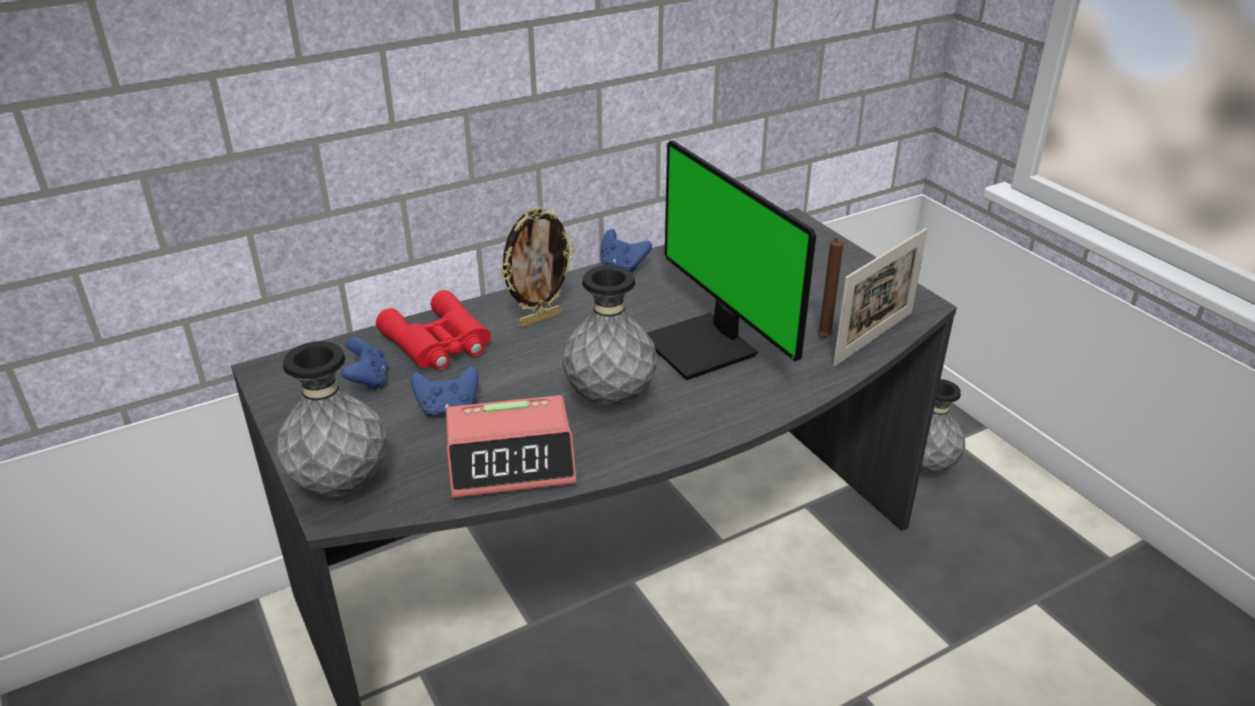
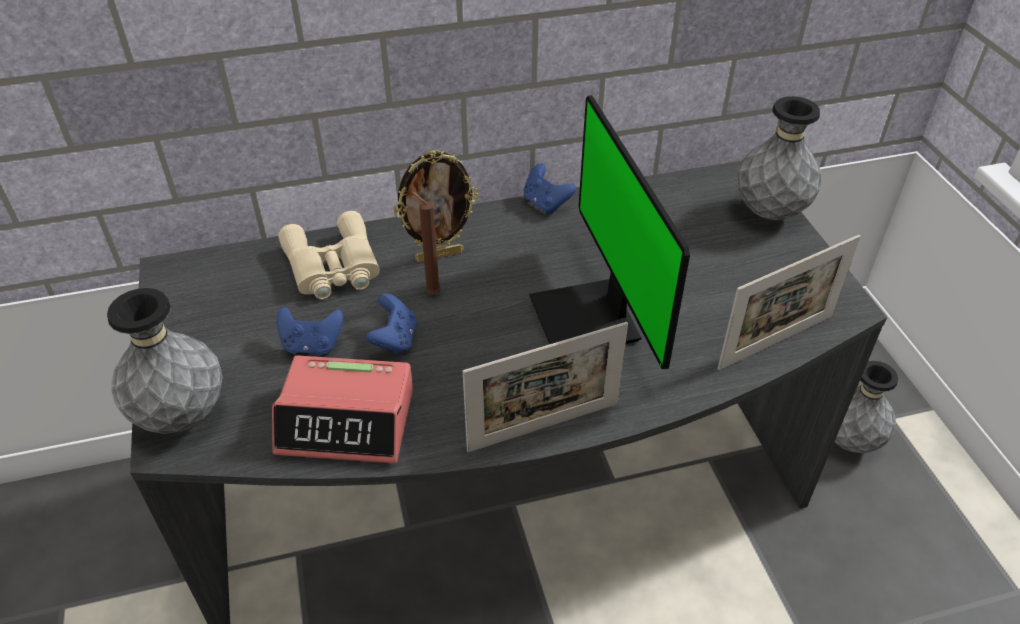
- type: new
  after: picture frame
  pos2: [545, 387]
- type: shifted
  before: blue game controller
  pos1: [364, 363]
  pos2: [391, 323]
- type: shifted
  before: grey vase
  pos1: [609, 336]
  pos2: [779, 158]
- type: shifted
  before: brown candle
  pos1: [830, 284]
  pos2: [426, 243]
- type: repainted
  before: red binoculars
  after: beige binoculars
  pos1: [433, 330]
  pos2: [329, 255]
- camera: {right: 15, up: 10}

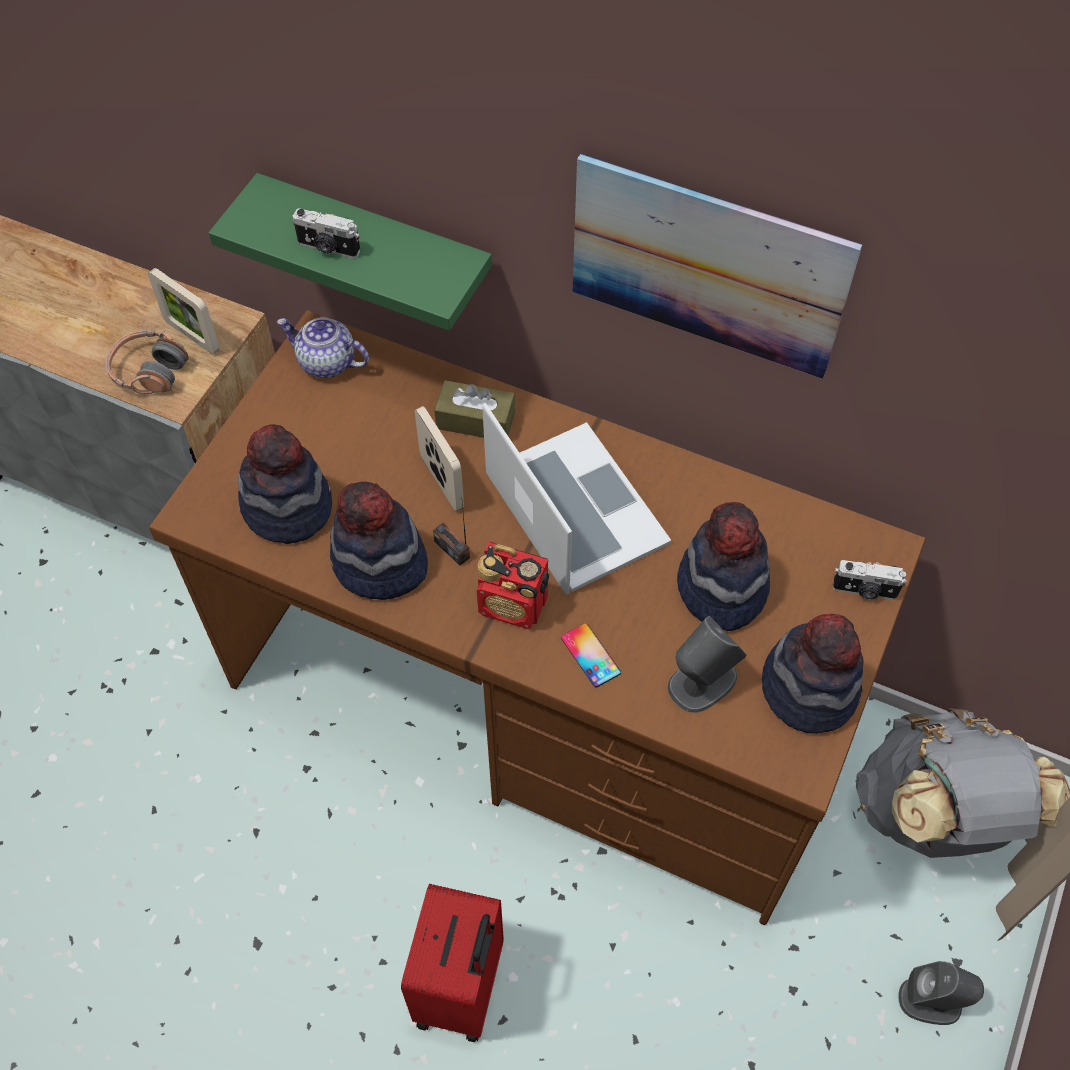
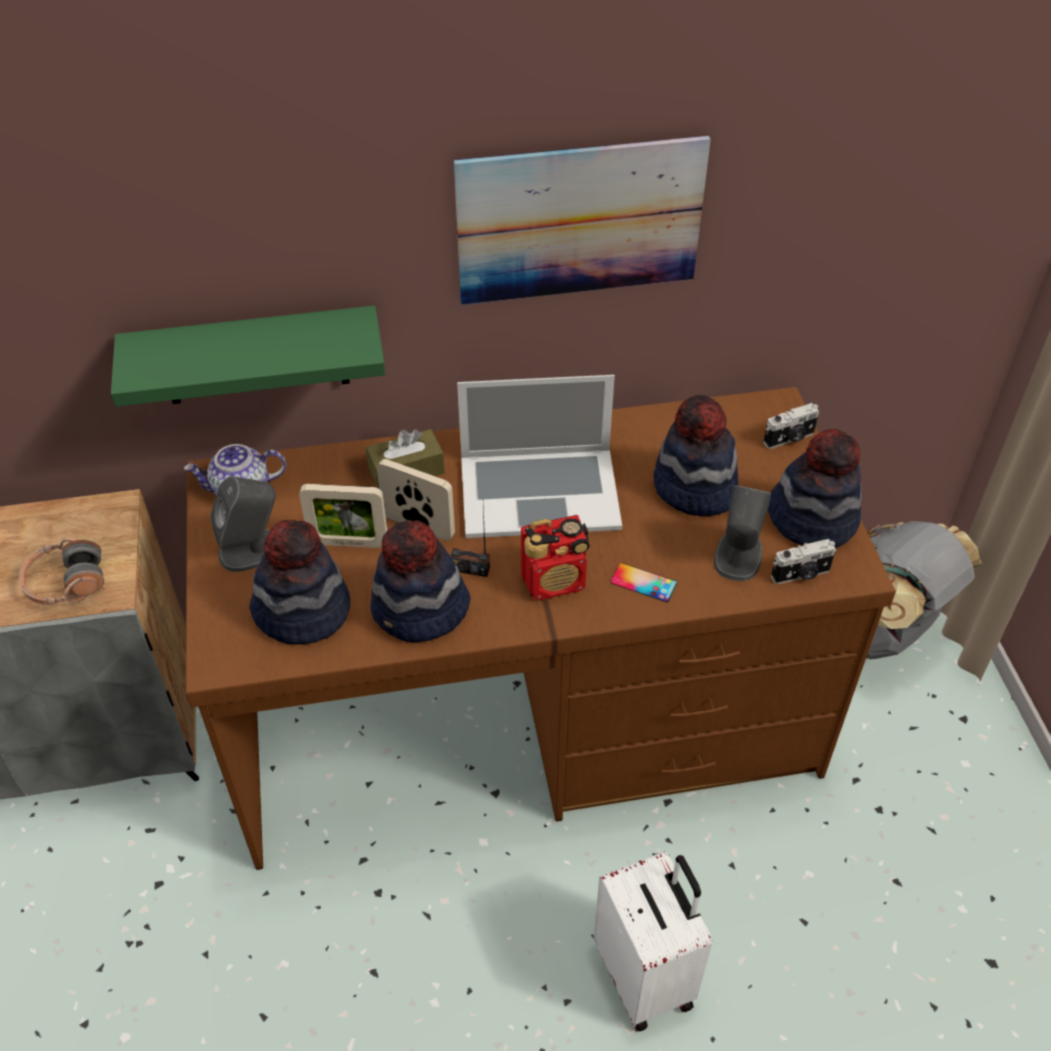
- type: shifted
  before: picture frame
  pos1: [184, 311]
  pos2: [343, 516]
- type: shifted
  before: photo camera
  pos1: [327, 233]
  pos2: [803, 561]
- type: shifted
  before: grey speaker
  pos1: [941, 993]
  pos2: [243, 524]
- type: repainted
  before: red suitcase
  after: white suitcase
  pos1: [452, 963]
  pos2: [653, 941]
- type: rotated
  before: laptop
  pos1: [576, 498]
  pos2: [539, 456]
  turn: 150
- camera: {right: -35, up: -10}

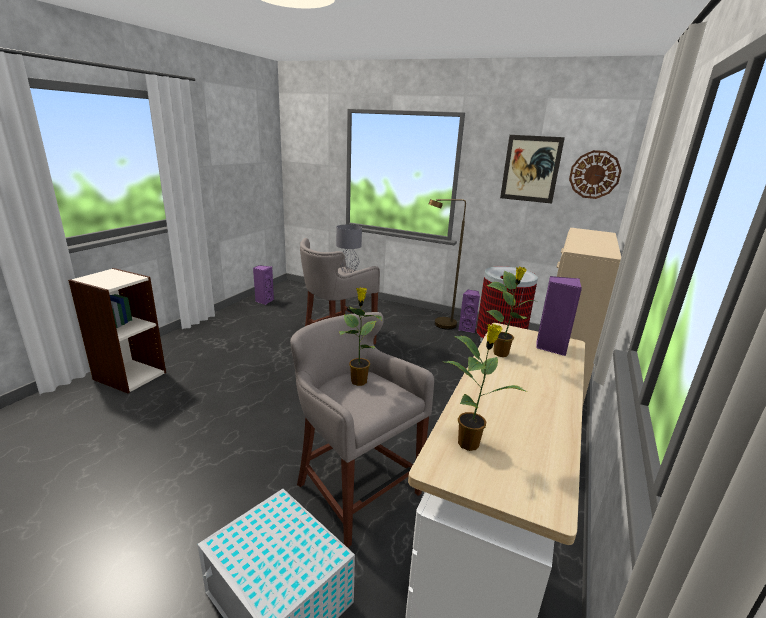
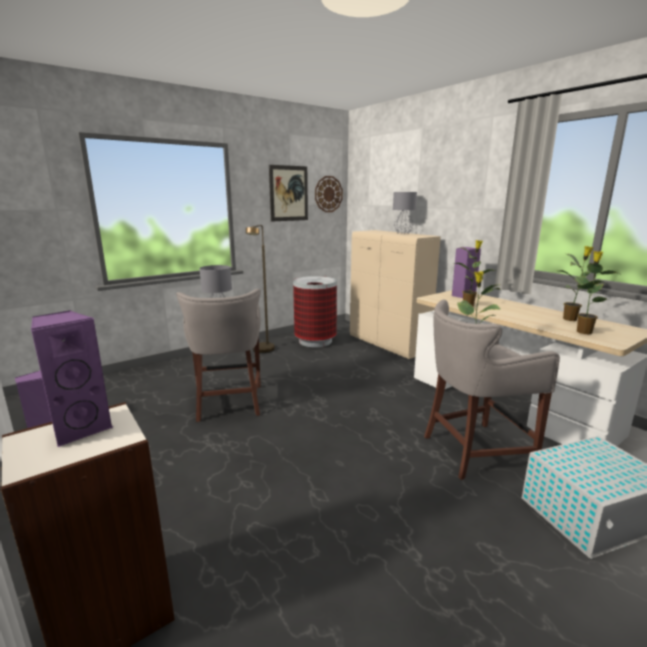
- type: new
  after: grey table lamp
  pos2: [405, 213]
- type: new
  after: potted plant
  pos2: [583, 283]
- type: shifted
  before: purple speaker
  pos1: [469, 311]
  pos2: [72, 379]
- camera: {right: -60, up: -5}

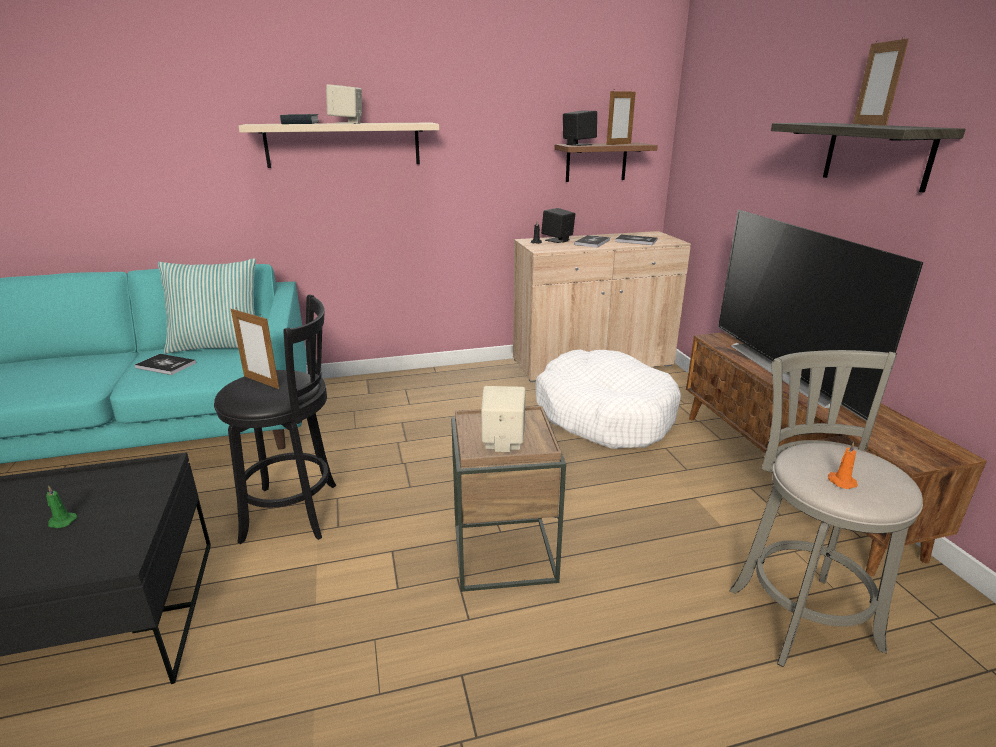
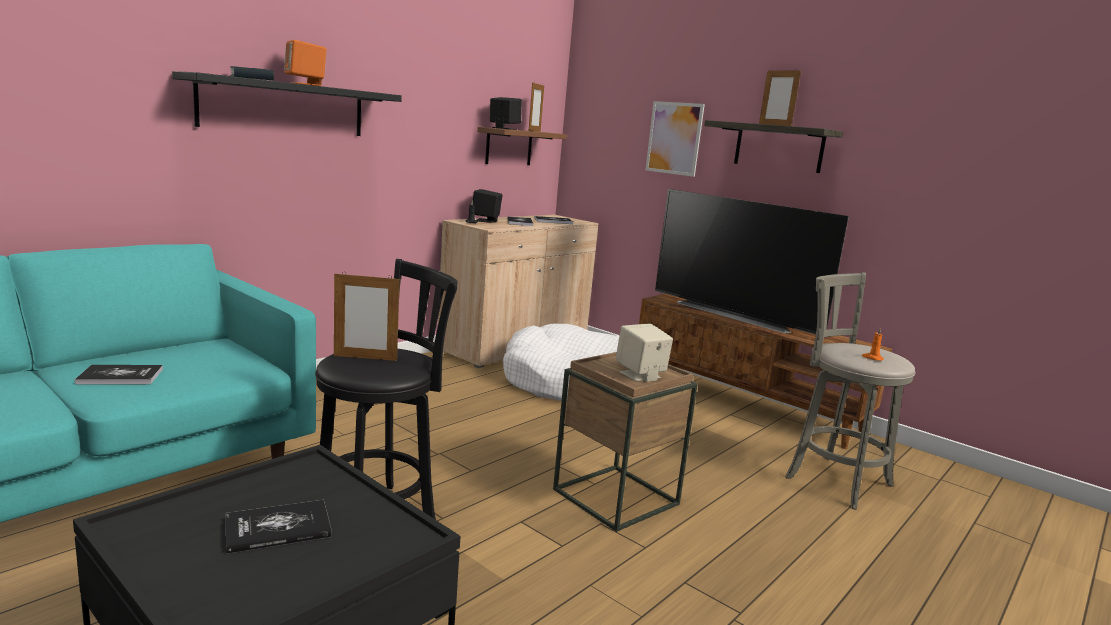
- type: gone
  before: pillow
  pos1: [207, 306]
- type: new
  after: picture
  pos2: [675, 139]
- type: swapped
  before: green candle
  after: book
  pos1: [61, 506]
  pos2: [279, 527]
- type: repainted
  before: beige shelf
  after: black shelf
  pos1: [339, 145]
  pos2: [287, 103]
- type: repainted
  before: beige speaker
  after: orange speaker
  pos1: [344, 104]
  pos2: [305, 63]
- camera: {right: -35, up: -10}

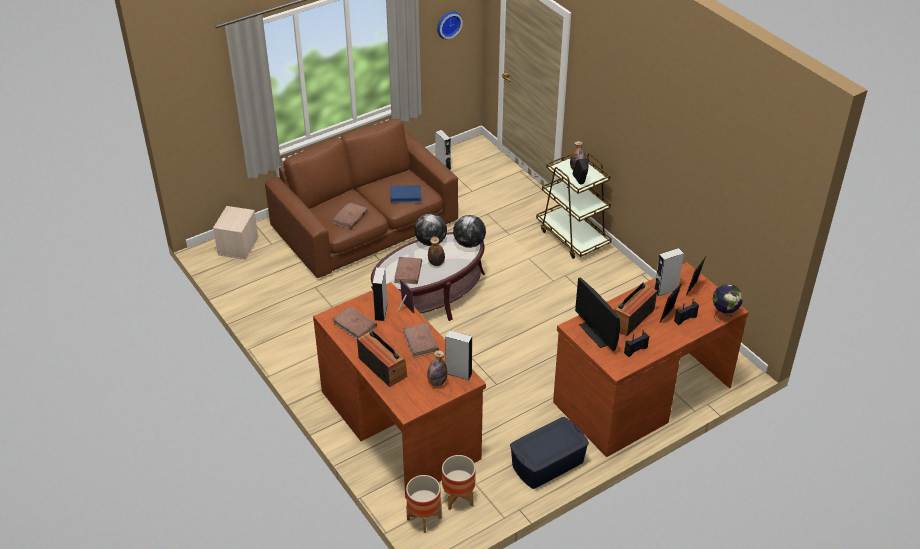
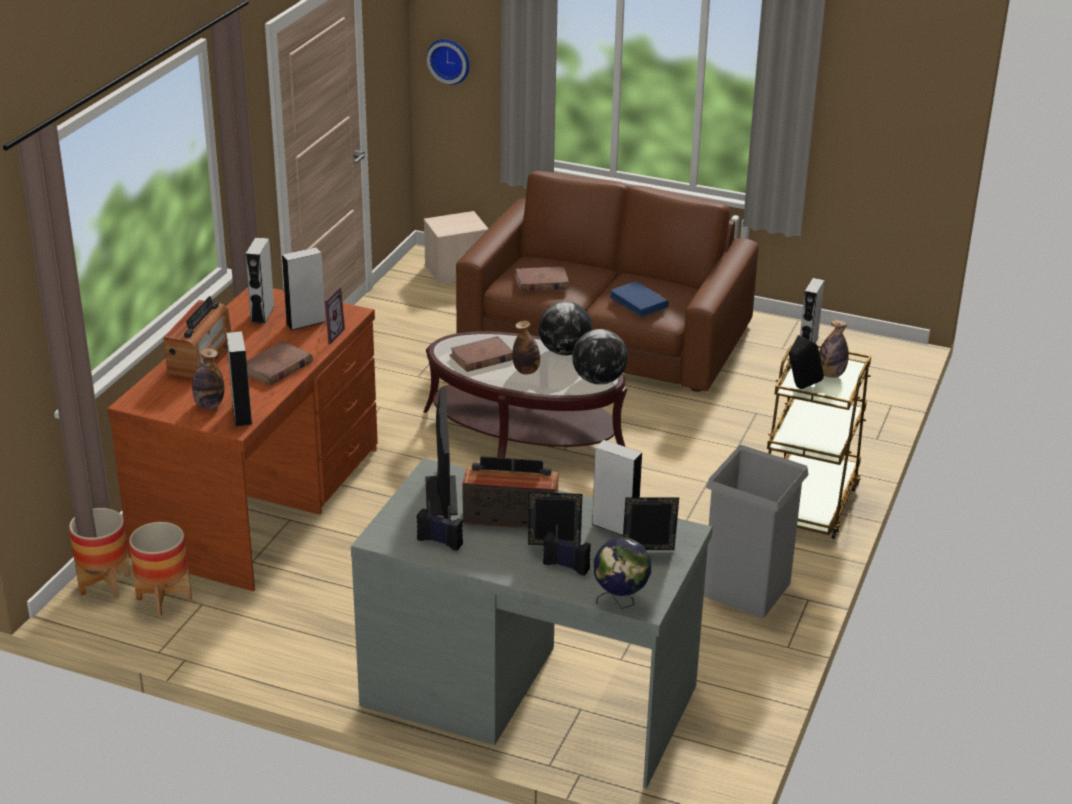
- type: gone
  before: blue storage box
  pos1: [549, 453]
- type: new
  after: grey trash can
  pos2: [756, 531]
- type: shifted
  before: wall clock
  pos1: [450, 25]
  pos2: [448, 62]
- type: swapped
  before: brown book
  after: grey speaker
  pos1: [355, 322]
  pos2: [260, 280]
- type: repainted
  before: brown desk
  after: grey desk
  pos1: [651, 359]
  pos2: [532, 623]
- type: rotated
  before: monitor
  pos1: [597, 314]
  pos2: [441, 453]
  turn: 150
- camera: {right: 55, up: -10}

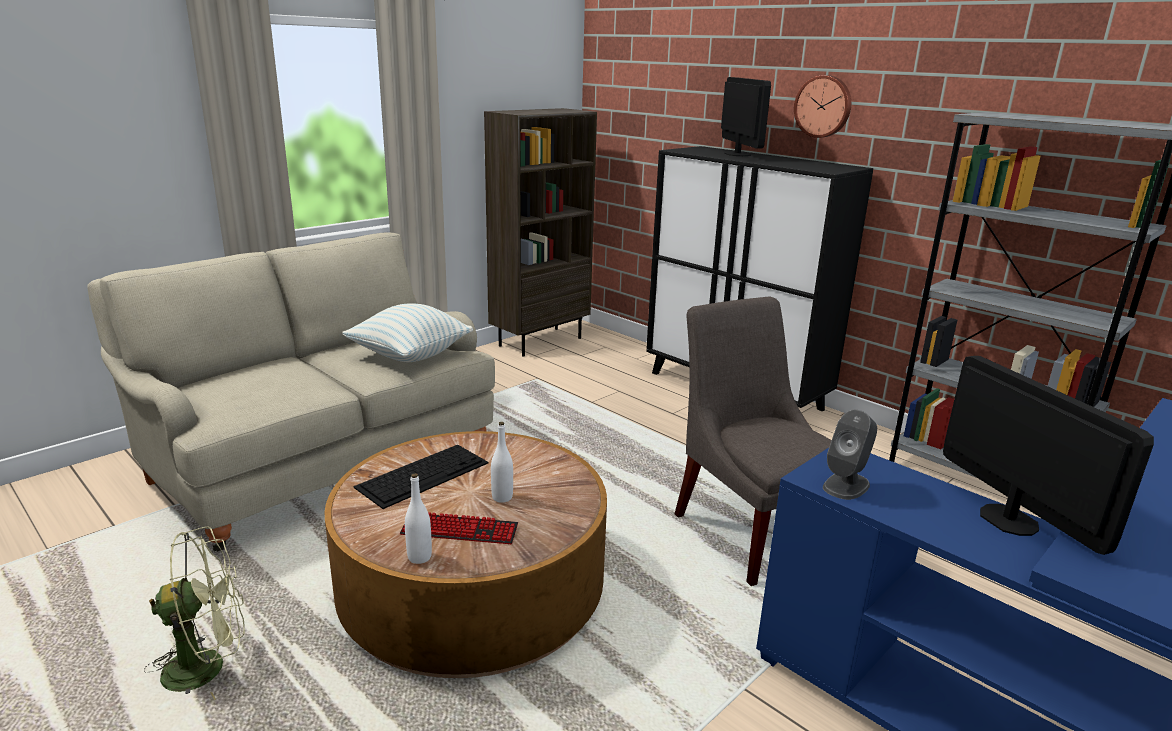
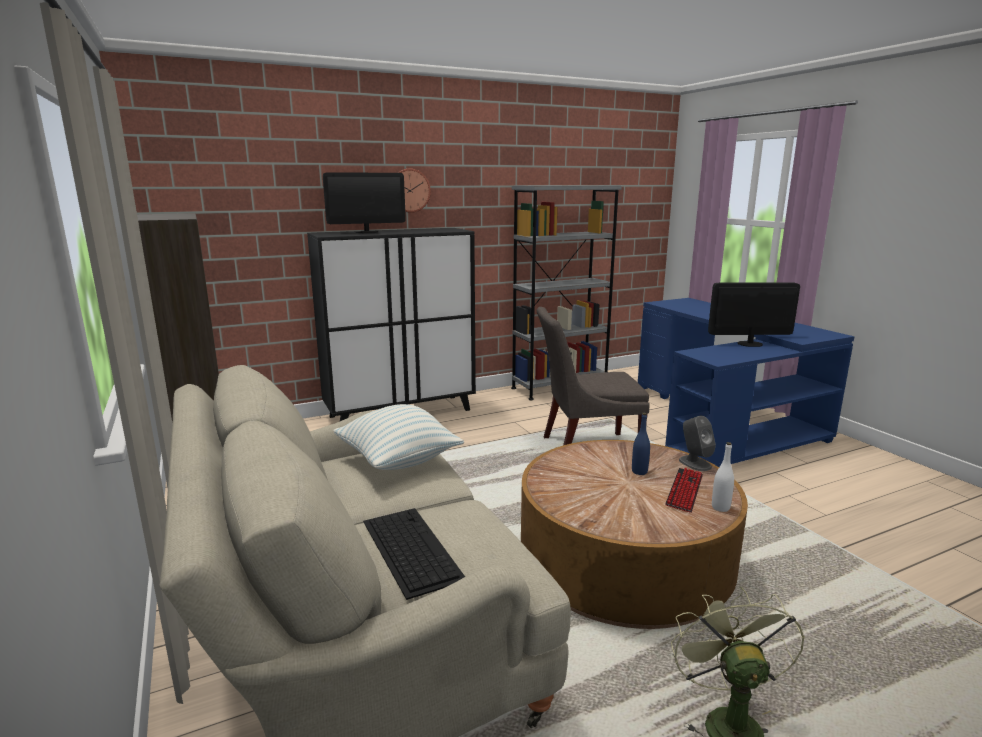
- type: shifted
  before: keyboard
  pos1: [421, 477]
  pos2: [414, 554]
- type: shifted
  before: grey speaker
  pos1: [850, 455]
  pos2: [697, 443]
- type: repainted
  before: white bottle
  after: blue bottle
  pos1: [502, 462]
  pos2: [641, 444]
- type: rotated
  before: monitor
  pos1: [746, 116]
  pos2: [364, 202]
  turn: 150
- camera: {right: -70, up: -5}

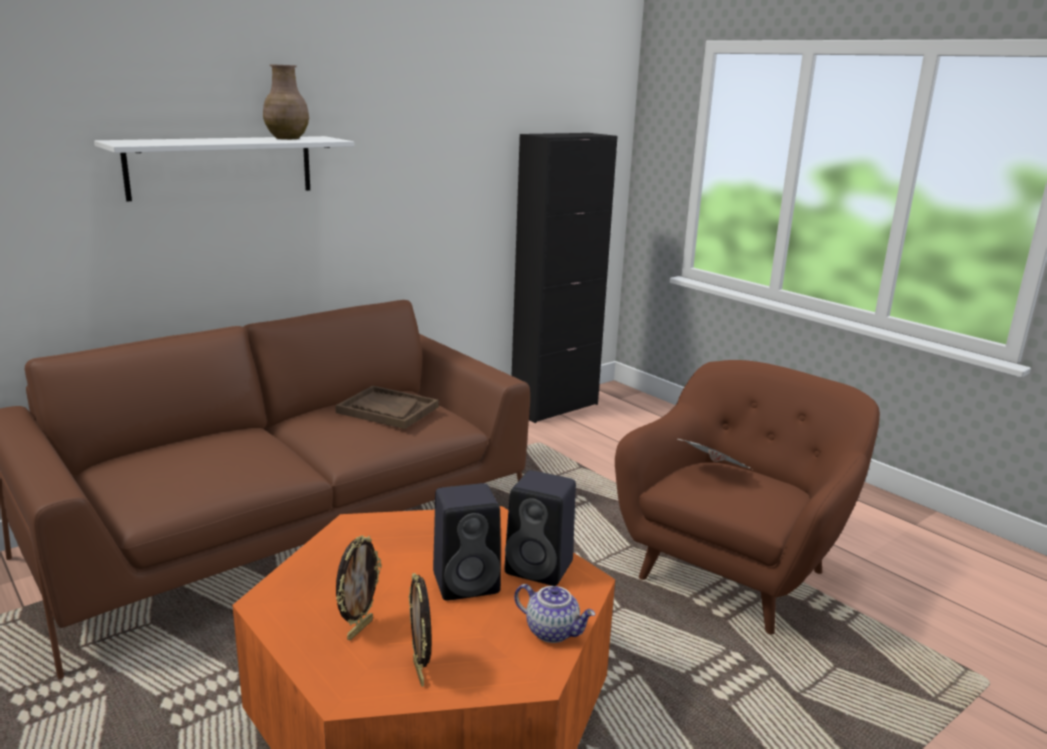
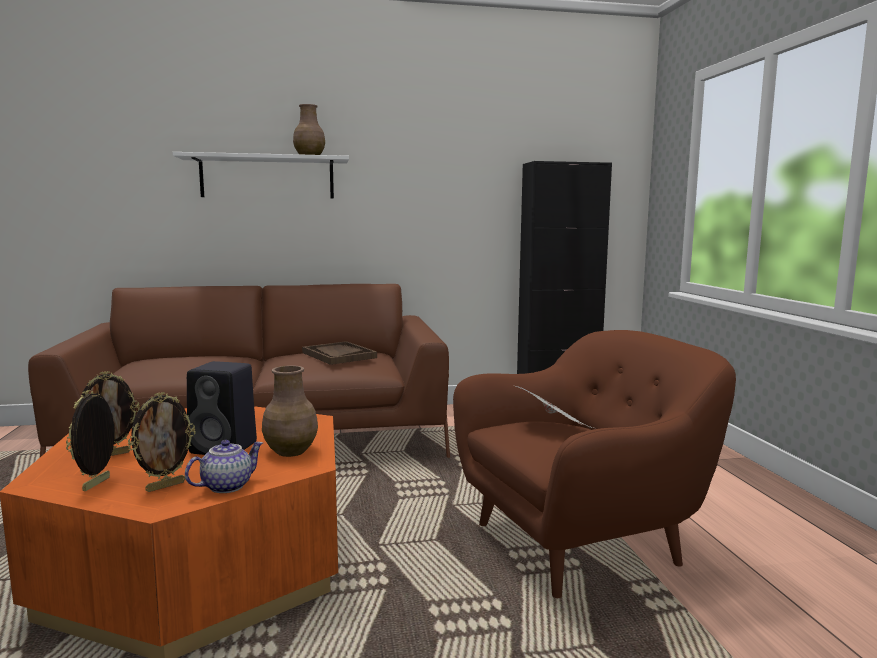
- type: new
  after: picture frame
  pos2: [162, 442]
- type: swapped
  before: black speaker
  after: brown vase
  pos1: [540, 528]
  pos2: [290, 411]
- type: rotated
  before: teapot
  pos1: [554, 613]
  pos2: [224, 466]
  turn: -105
- camera: {right: 30, up: -10}

